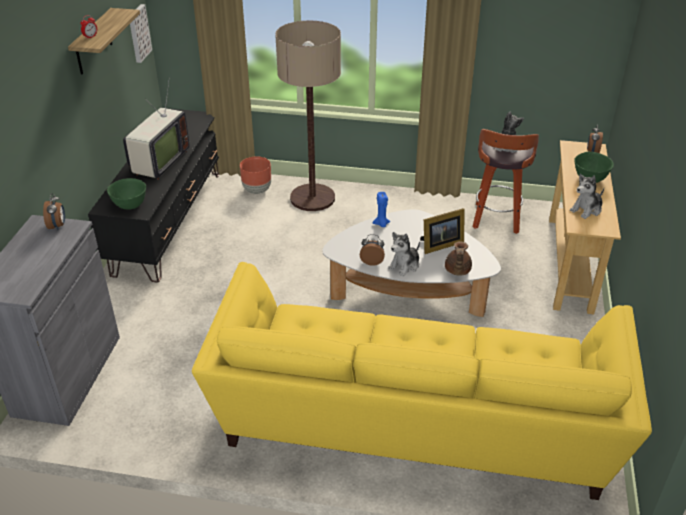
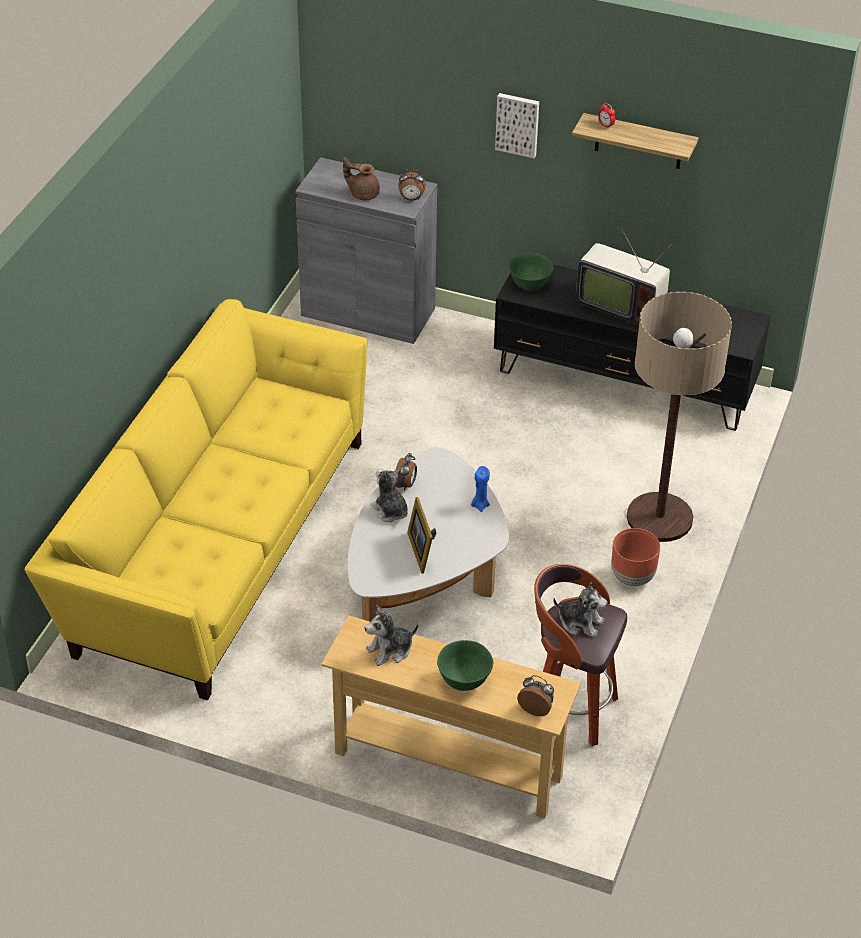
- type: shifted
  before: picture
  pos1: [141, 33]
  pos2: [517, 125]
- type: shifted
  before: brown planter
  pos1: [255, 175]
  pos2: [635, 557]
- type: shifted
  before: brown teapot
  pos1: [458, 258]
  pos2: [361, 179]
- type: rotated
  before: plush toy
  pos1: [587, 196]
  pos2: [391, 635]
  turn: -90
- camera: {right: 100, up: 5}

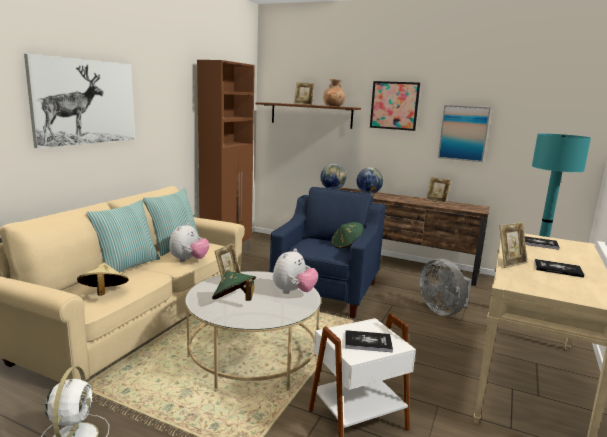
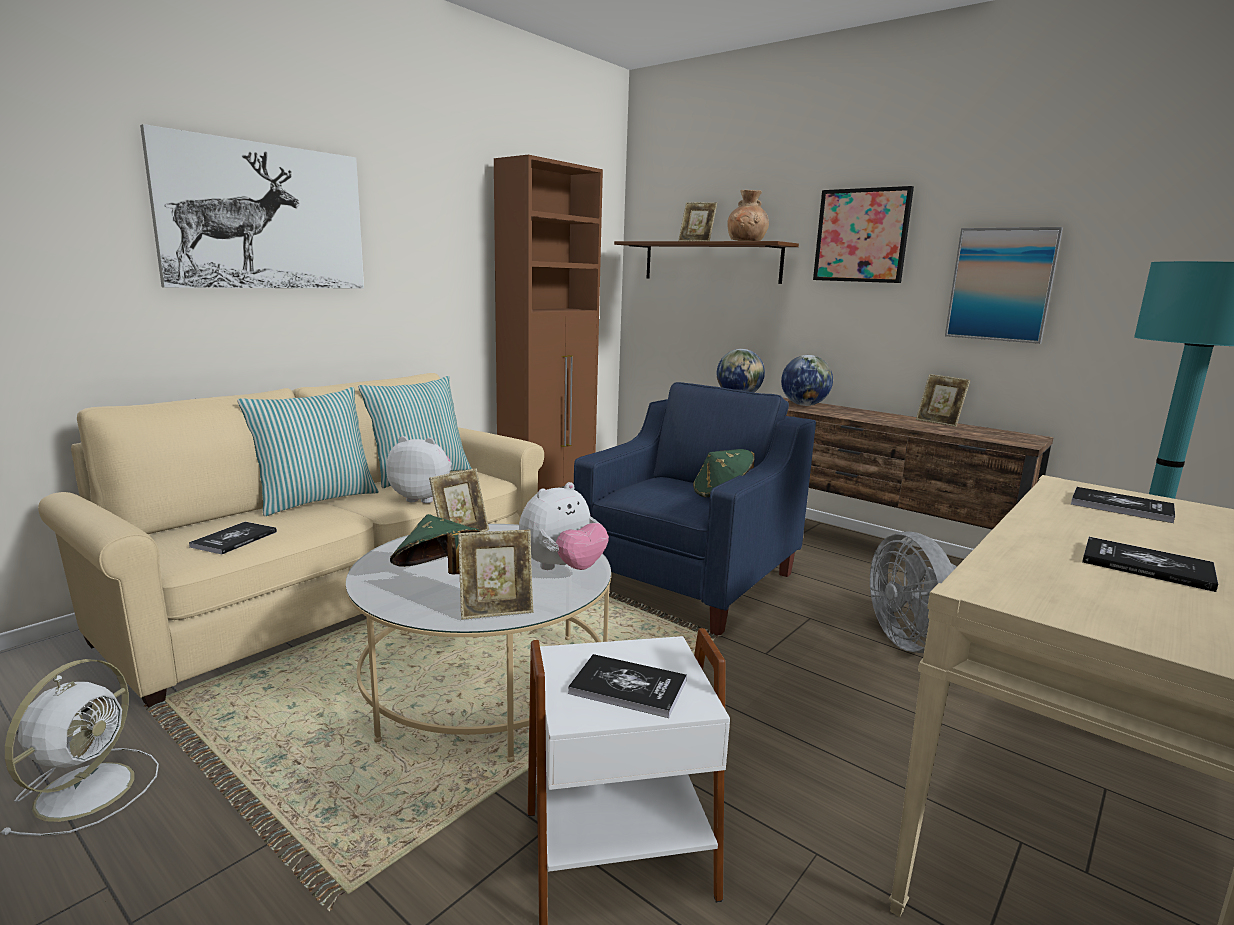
- type: shifted
  before: picture frame
  pos1: [513, 245]
  pos2: [495, 575]
- type: swapped
  before: beige hat
  after: book
  pos1: [103, 279]
  pos2: [233, 538]
- type: rotated
  before: plush toy
  pos1: [189, 242]
  pos2: [419, 469]
  turn: -120
- camera: {right: 15, up: 0}

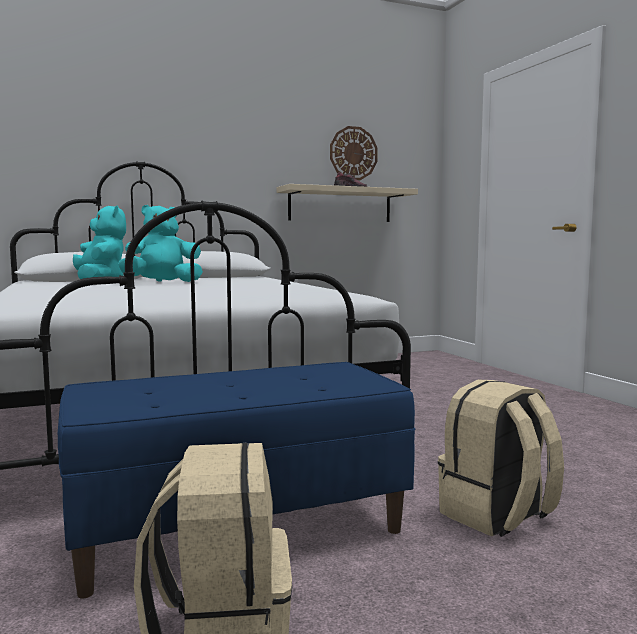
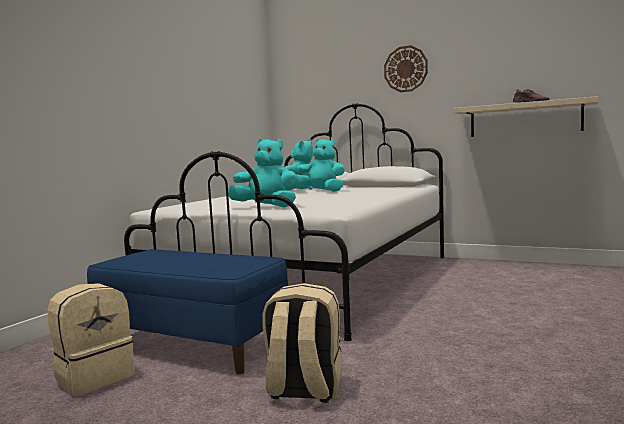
- type: new
  after: turquoise plush toy
  pos2: [262, 173]
- type: shifted
  before: wall clock
  pos1: [354, 153]
  pos2: [406, 68]
- camera: {right: 50, up: 0}

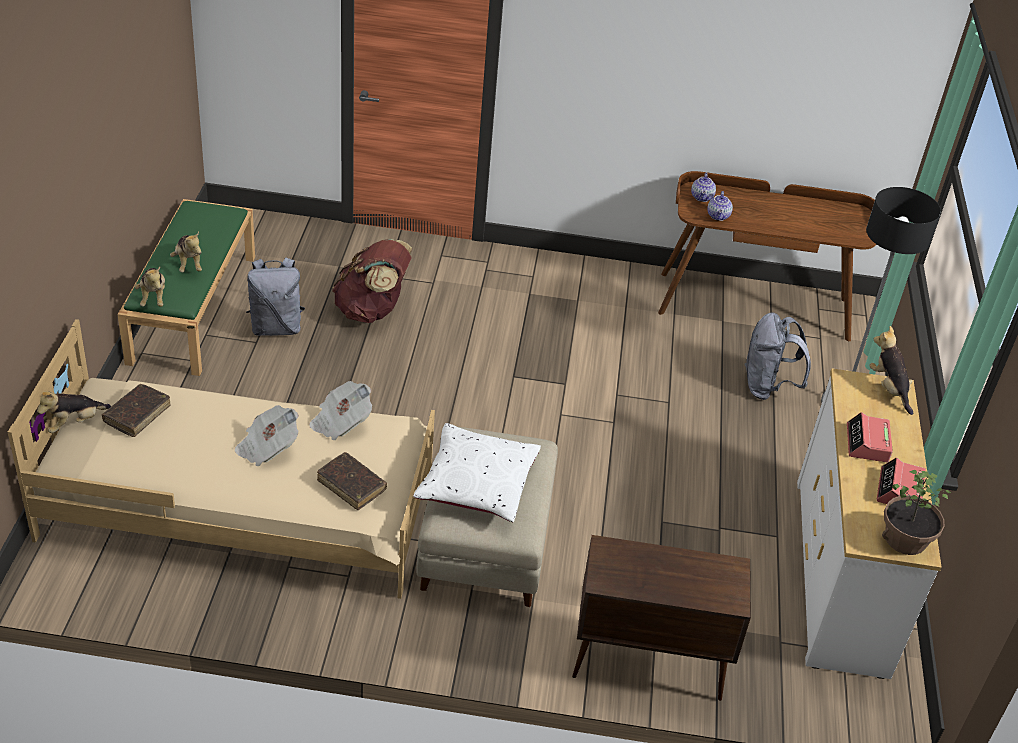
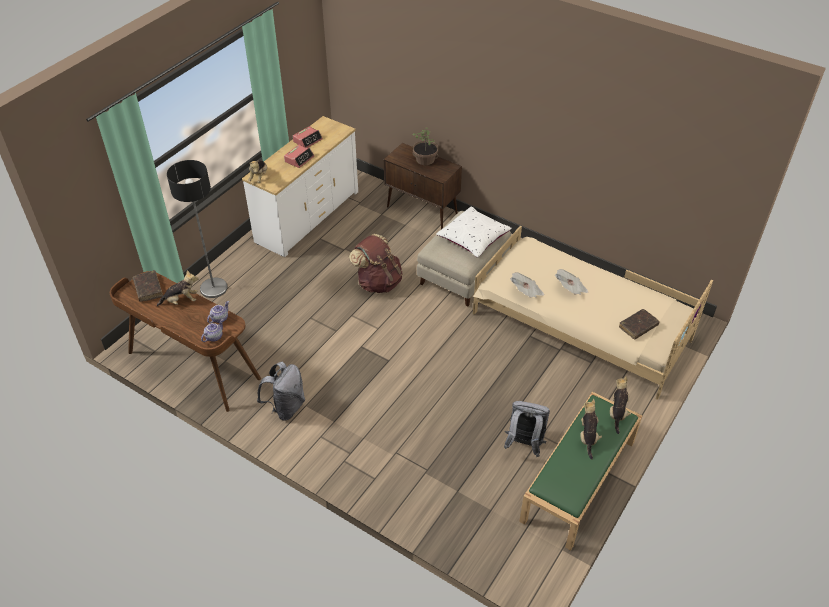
- type: shifted
  before: plush toy
  pos1: [74, 412]
  pos2: [178, 288]
- type: shifted
  before: brown book
  pos1: [352, 481]
  pos2: [148, 286]
- type: shifted
  before: brown backpack
  pos1: [372, 281]
  pos2: [376, 263]
- type: shifted
  before: grey backpack
  pos1: [778, 356]
  pos2: [281, 391]
- type: shifted
  before: potted plant
  pos1: [916, 512]
  pos2: [425, 146]
- camera: {right: -150, up: 5}

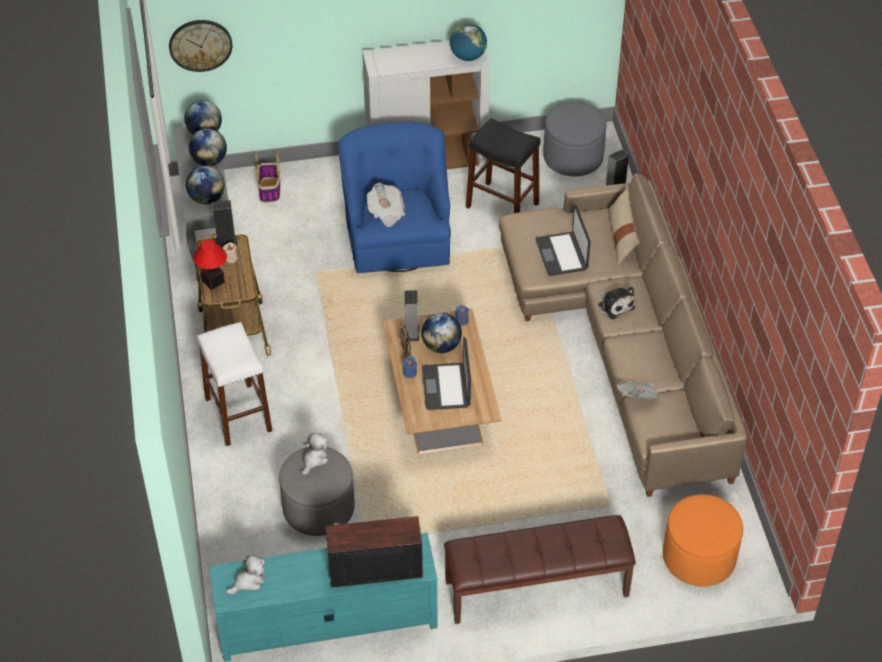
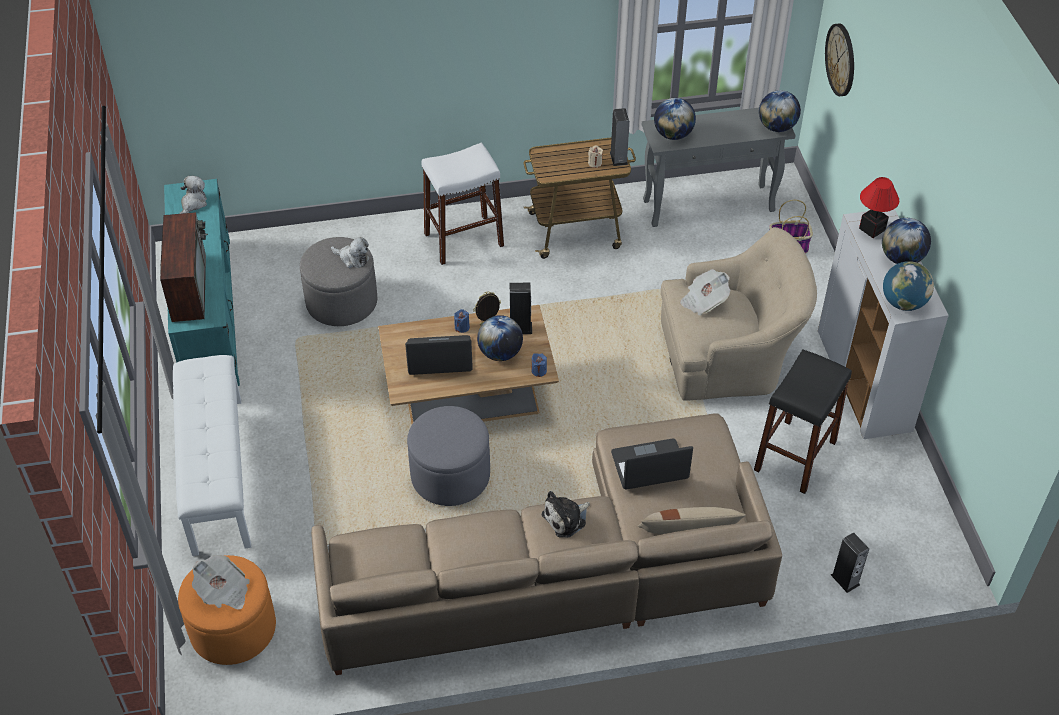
- type: shifted
  before: globe
  pos1: [208, 147]
  pos2: [906, 241]
- type: shifted
  before: table lamp
  pos1: [210, 264]
  pos2: [879, 207]
- type: shifted
  before: grey ottoman
  pos1: [575, 139]
  pos2: [448, 456]
- type: shifted
  before: newspaper
  pos1: [638, 389]
  pos2: [221, 582]
- type: repainted
  before: blue armchair
  after: beige armchair
  pos1: [394, 197]
  pos2: [739, 314]
- type: repainted
  before: brown bench
  after: white bench
  pos1: [540, 569]
  pos2: [212, 455]
- type: rotated
  before: plush toy
  pos1: [245, 574]
  pos2: [193, 195]
  turn: -120
- camera: {right: 90, up: 0}

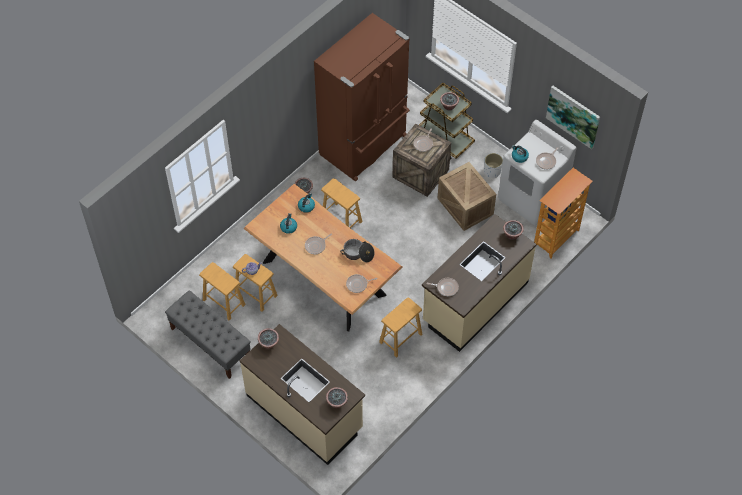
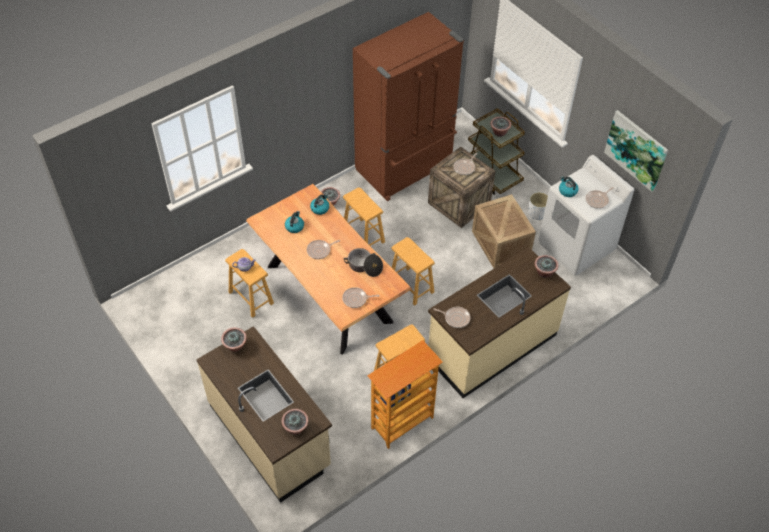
- type: gone
  before: grey bench
  pos1: [208, 334]
- type: shifted
  before: brown stool
  pos1: [222, 291]
  pos2: [413, 271]
- type: shifted
  before: bookcase
  pos1: [563, 213]
  pos2: [405, 394]
- camera: {right: 10, up: -5}

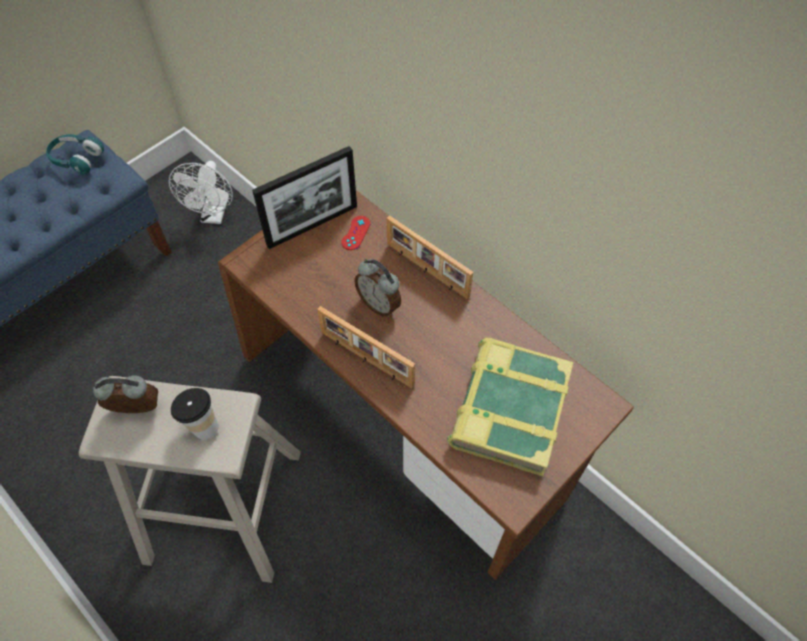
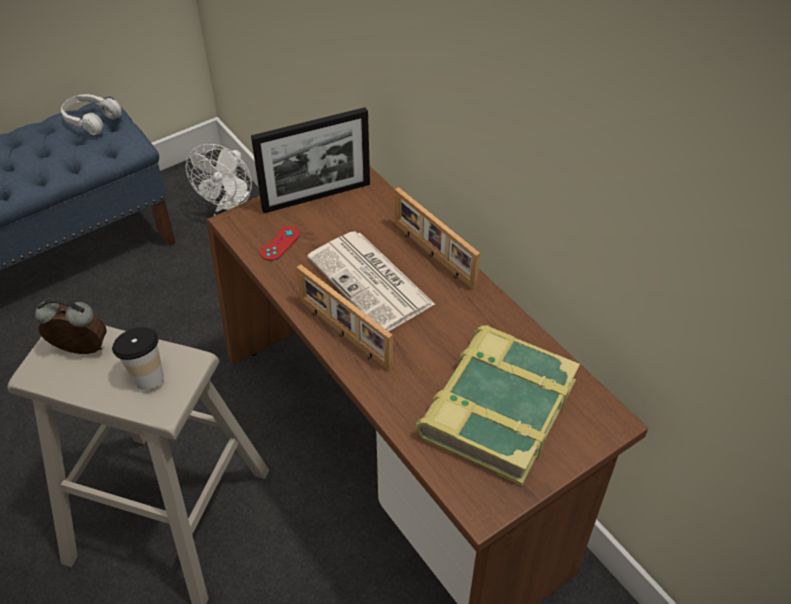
- type: shifted
  before: red game controller
  pos1: [355, 233]
  pos2: [280, 243]
- type: swapped
  before: alarm clock
  after: newspaper
  pos1: [377, 288]
  pos2: [371, 281]
- type: repainted
  before: turquoise headphones
  after: white headphones
  pos1: [75, 154]
  pos2: [91, 114]
- camera: {right: 10, up: -10}

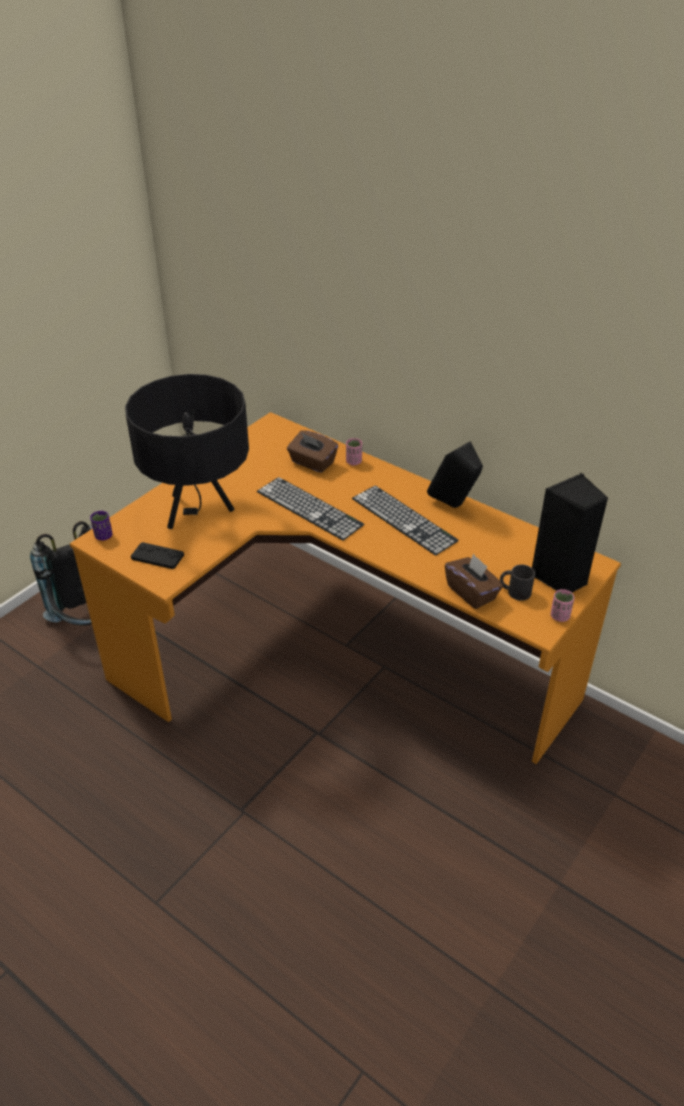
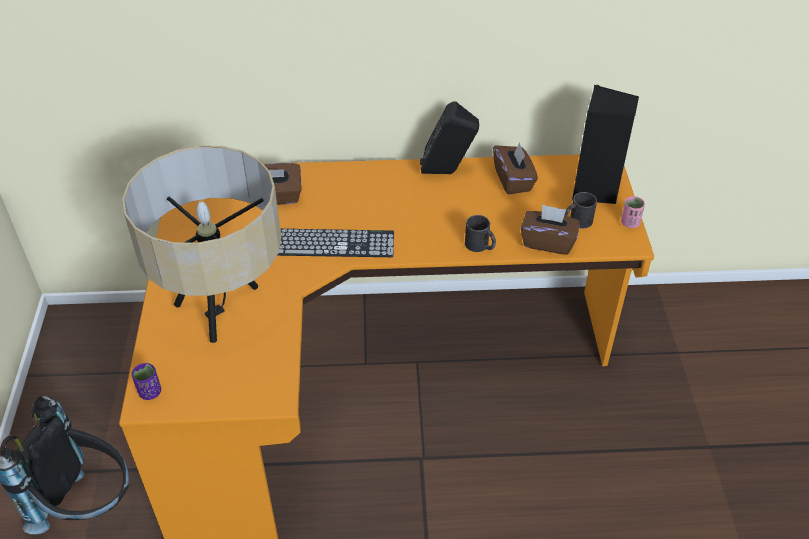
- type: gone
  before: black game controller
  pos1: [157, 555]
- type: gone
  before: pink cup
  pos1: [354, 452]
- type: gone
  before: keyboard
  pos1: [405, 520]
- type: new
  after: black mug
  pos2: [480, 233]
- type: new
  after: brown tissue box
  pos2: [515, 168]
- type: repainted
  before: black table lamp
  after: beige table lamp
  pos1: [187, 451]
  pos2: [201, 244]
- camera: {right: -40, up: 5}

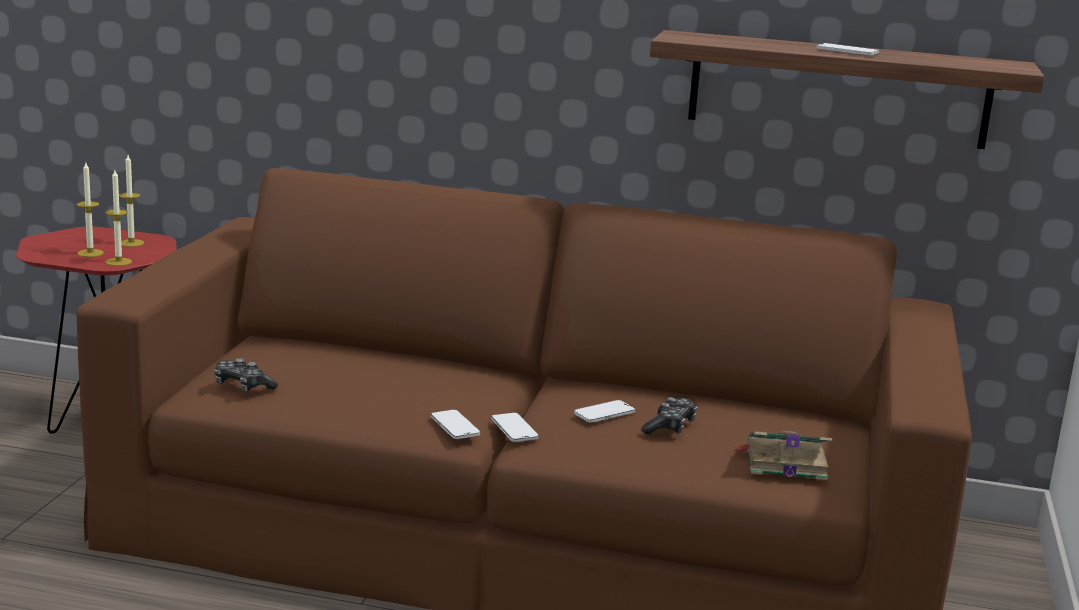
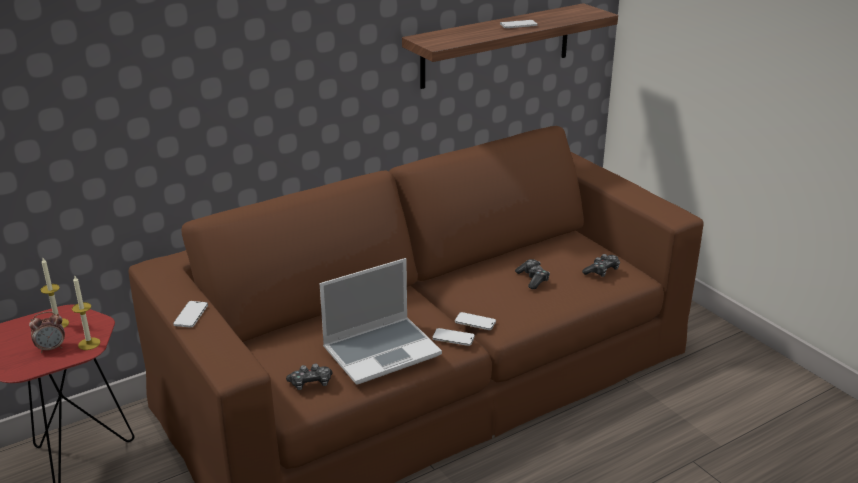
- type: new
  after: laptop
  pos2: [381, 321]
- type: shifted
  before: phone
  pos1: [604, 411]
  pos2: [190, 314]
- type: swapped
  before: candle
  after: alarm clock
  pos1: [90, 210]
  pos2: [47, 332]
- type: swapped
  before: book
  after: game controller
  pos1: [782, 455]
  pos2: [601, 265]
- camera: {right: -45, up: 10}

